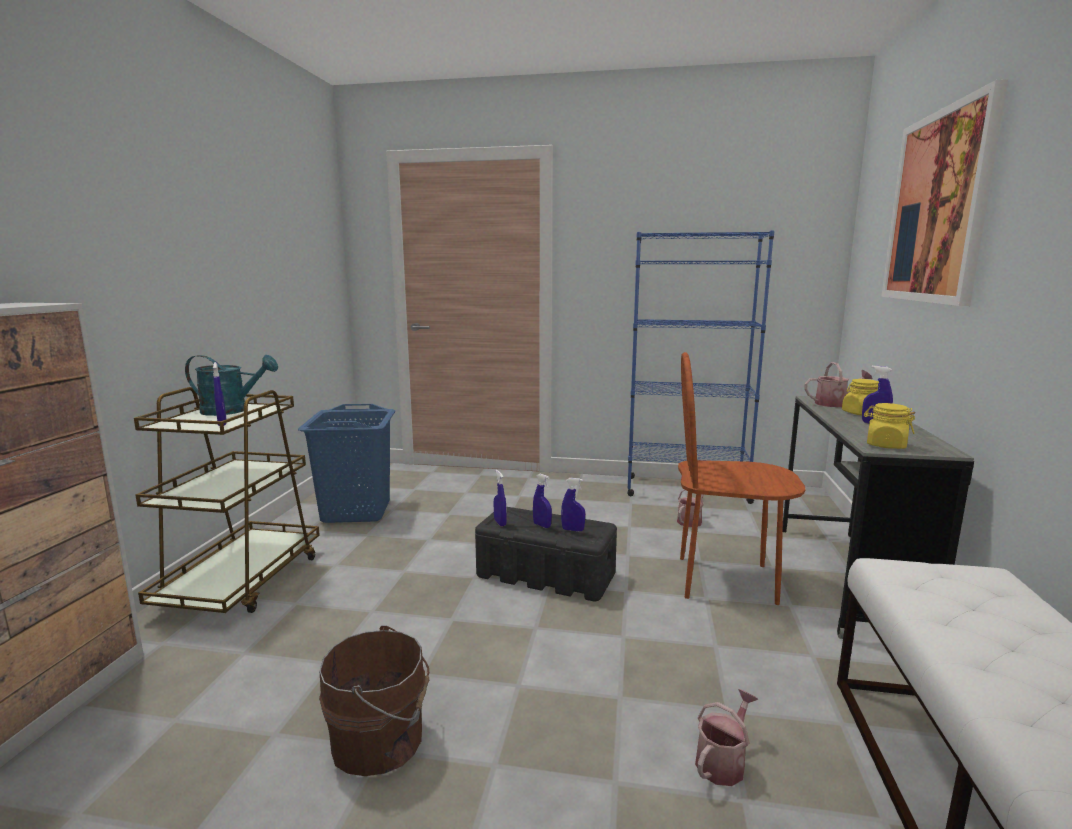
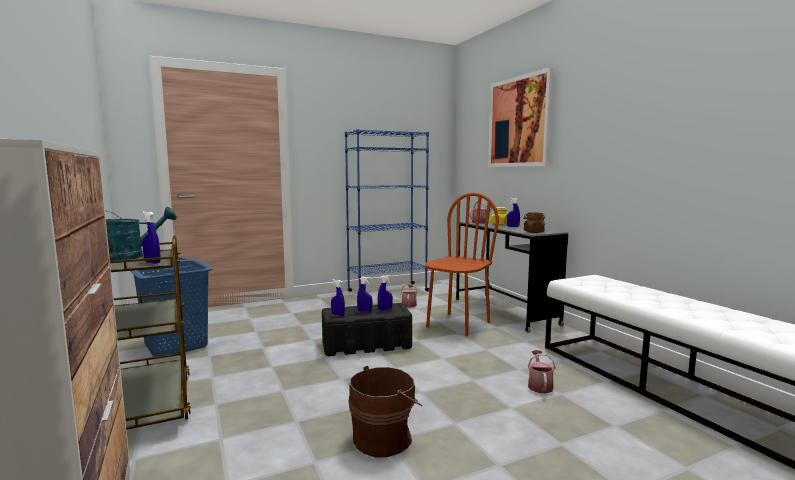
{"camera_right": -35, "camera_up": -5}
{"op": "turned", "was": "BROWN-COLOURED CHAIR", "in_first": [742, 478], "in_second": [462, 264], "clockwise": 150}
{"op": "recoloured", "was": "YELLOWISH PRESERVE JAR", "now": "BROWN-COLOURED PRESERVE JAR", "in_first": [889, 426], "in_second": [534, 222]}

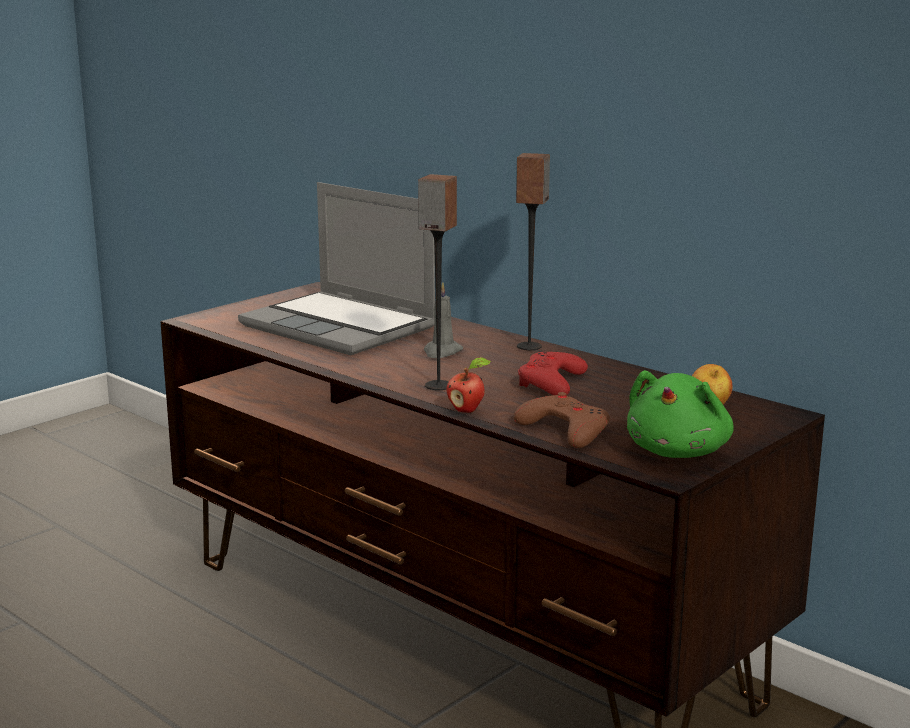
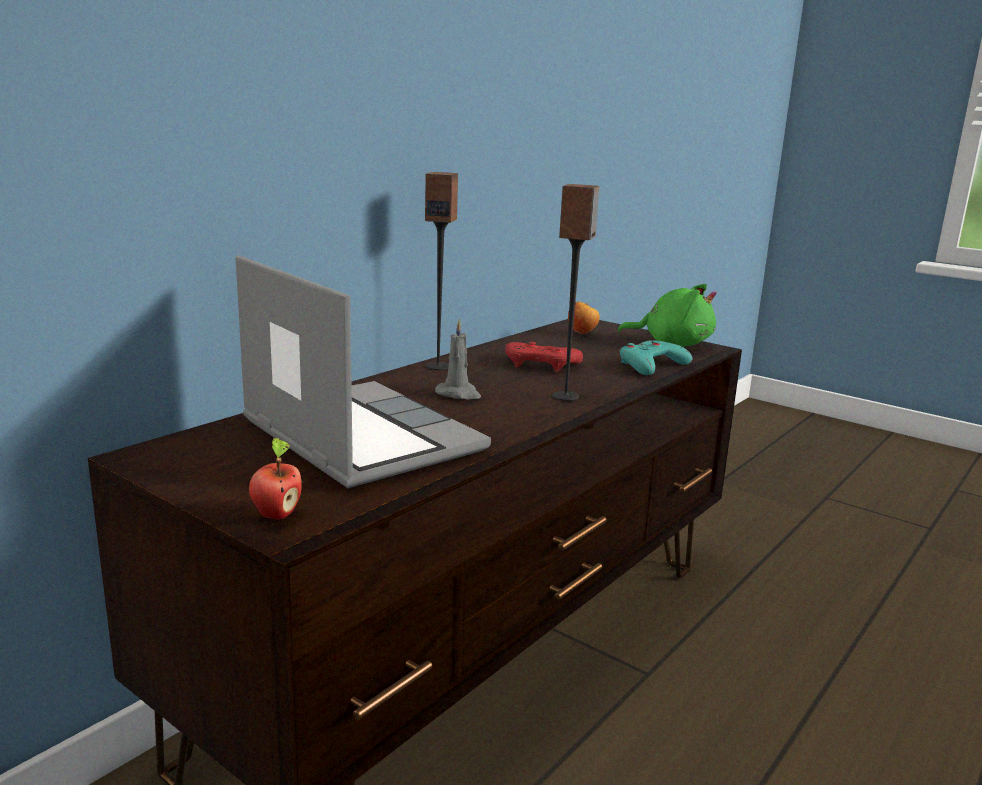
{"camera_right": -95, "camera_up": 0}
{"op": "turned", "was": "PORTABLE COMPUTER", "in_first": [336, 269], "in_second": [363, 372], "clockwise": -75}
{"op": "moved", "was": "WHOLE APPLE", "in_first": [468, 385], "in_second": [275, 479]}
{"op": "recoloured", "was": "BROWN-COLOURED GAMEPAD", "now": "BLUE-GREEN GAMEPAD", "in_first": [562, 420], "in_second": [656, 357]}

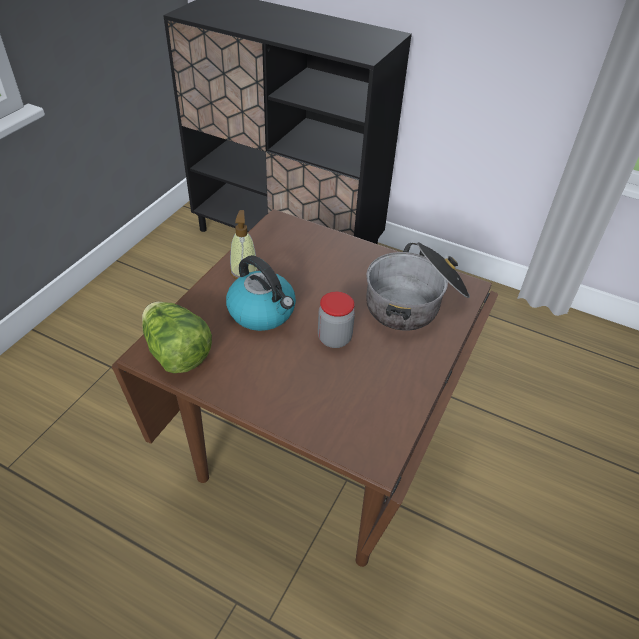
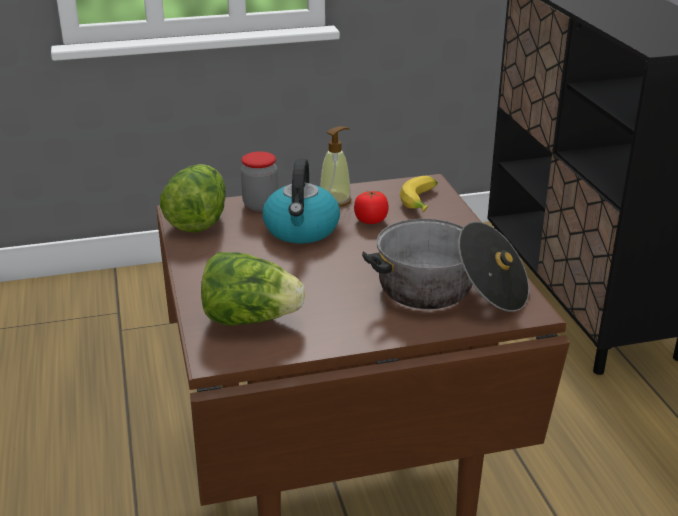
{"camera_right": 50, "camera_up": -15}
{"op": "moved", "was": "PRESERVE JAR", "in_first": [336, 320], "in_second": [259, 181]}
{"op": "added", "now": "BANANA FRUIT", "in_second": [419, 194]}
{"op": "added", "now": "TOMATO", "in_second": [371, 207]}
{"op": "added", "now": "LETTUCE", "in_second": [253, 288]}

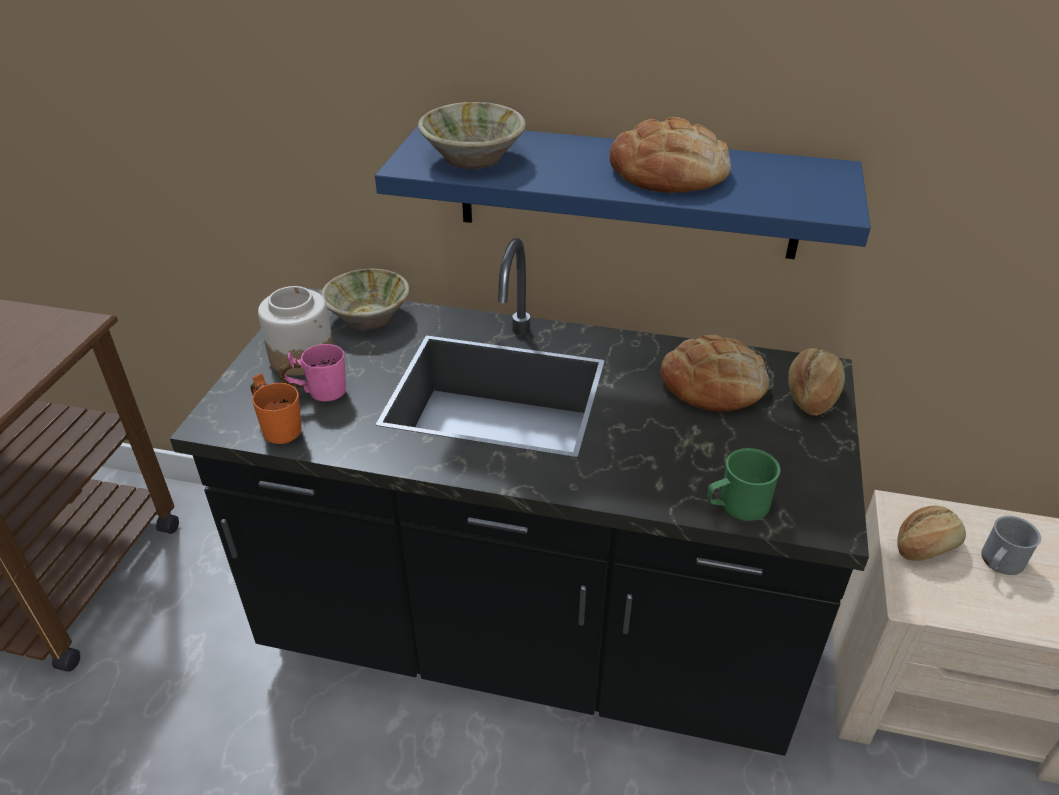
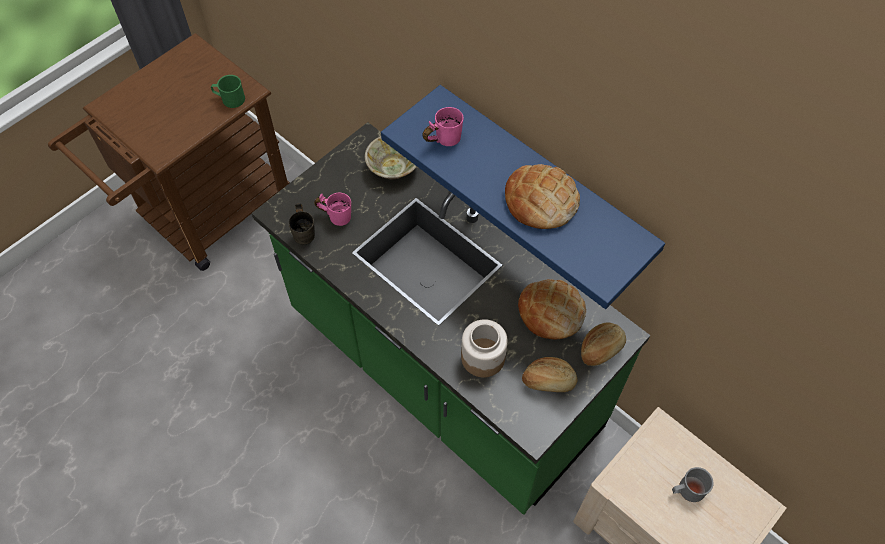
{"camera_right": 30, "camera_up": 20}
{"op": "replaced", "was": "BEIGE-COLOURED DEEP DISH", "now": "PINK-COLOURED TEA MUG", "in_first": [472, 135], "in_second": [443, 126]}
{"op": "recoloured", "was": "BLACKISH KITCHEN BASE UNIT", "now": "GREENISH KITCHEN BASE UNIT", "in_first": [519, 497], "in_second": [450, 318]}
{"op": "moved", "was": "PRESERVE JAR", "in_first": [295, 331], "in_second": [484, 348]}
{"op": "recoloured", "was": "ORANGEY TEA MUG", "now": "GREY TEA MUG", "in_first": [275, 408], "in_second": [302, 224]}
{"op": "moved", "was": "GREENISH TEA MUG", "in_first": [743, 484], "in_second": [228, 91]}
{"op": "moved", "was": "BAKED BREAD", "in_first": [931, 533], "in_second": [550, 374]}

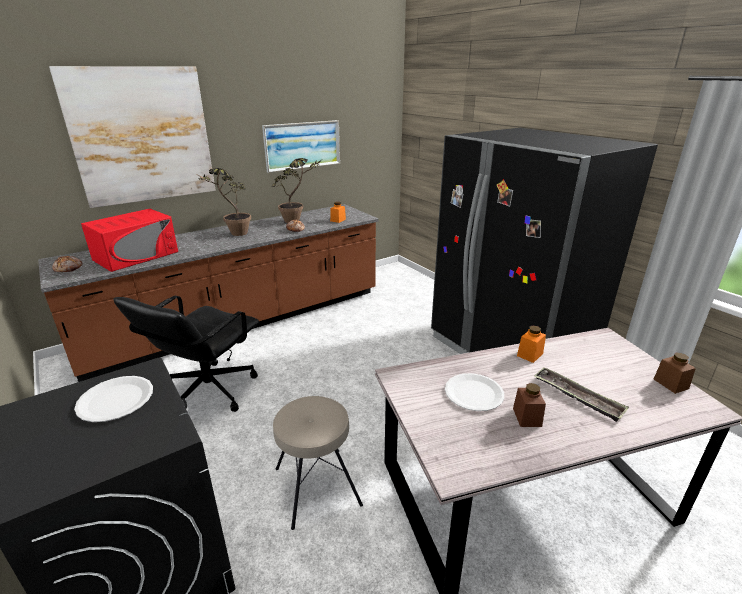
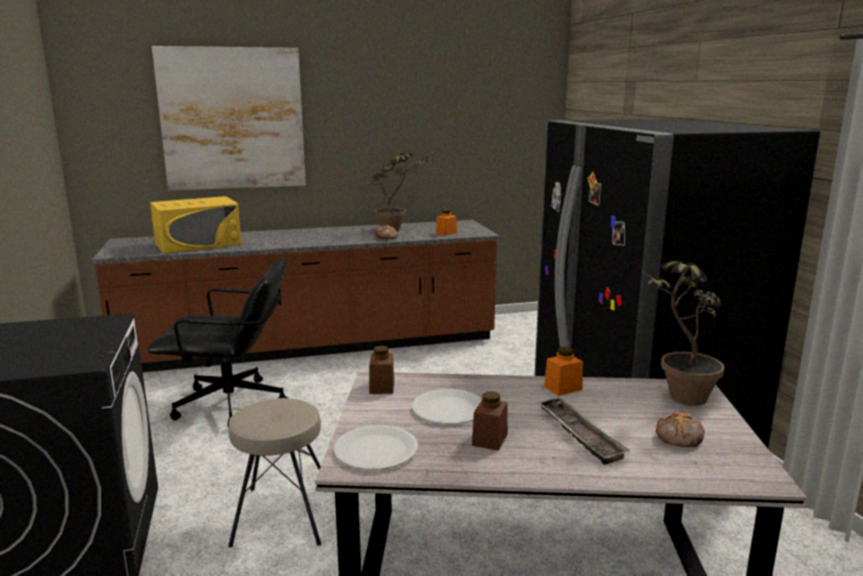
{"camera_right": 20, "camera_up": -10}
{"op": "removed", "was": "PICTURE", "in_first": [301, 146]}
{"op": "moved", "was": "HOUSEPLANT", "in_first": [223, 202], "in_second": [682, 333]}
{"op": "recoloured", "was": "REDDISH MICROWAVE", "now": "YELLOWISH MICROWAVE", "in_first": [129, 240], "in_second": [196, 225]}
{"op": "moved", "was": "BAKED BREAD", "in_first": [67, 264], "in_second": [680, 429]}
{"op": "turned", "was": "BLACKISH DESK CHAIR", "in_first": [186, 354], "in_second": [218, 343], "clockwise": -135}
{"op": "moved", "was": "BROWN-COLOURED PRESERVE JAR", "in_first": [675, 373], "in_second": [381, 370]}
{"op": "moved", "was": "WHITE-COLOURED FLAT DISH", "in_first": [113, 399], "in_second": [376, 447]}

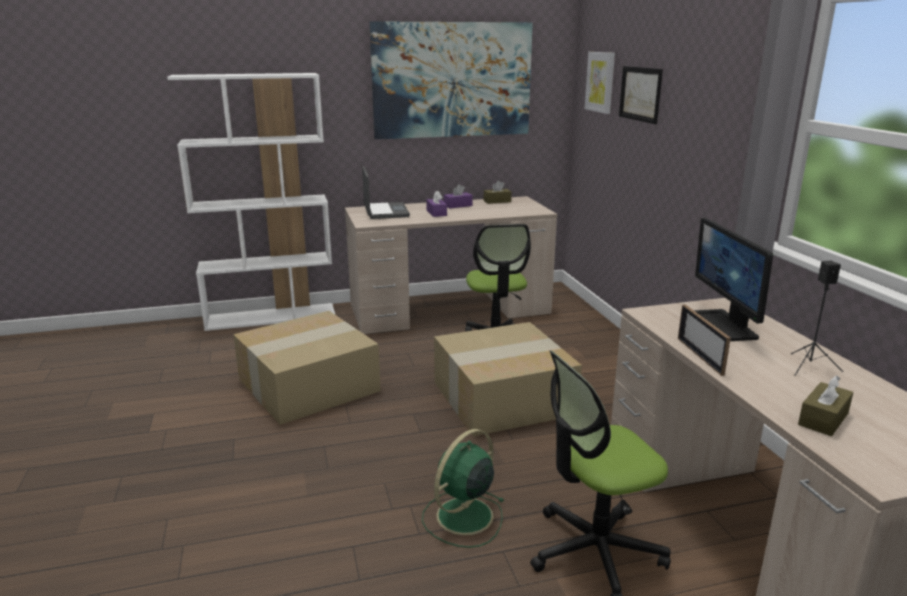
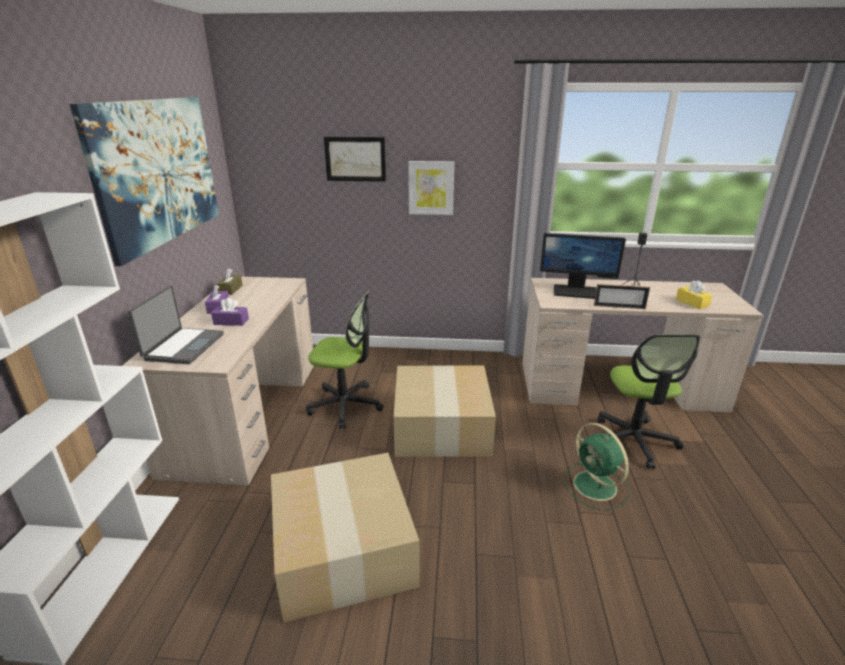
{"camera_right": -70, "camera_up": 5}
{"op": "moved", "was": "PICTURE", "in_first": [600, 83], "in_second": [431, 188]}
{"op": "turned", "was": "PORTABLE COMPUTER", "in_first": [386, 192], "in_second": [176, 325], "clockwise": 90}
{"op": "recoloured", "was": "BROWN-COLOURED BOX OF TISSUES", "now": "YELLOWISH BOX OF TISSUES", "in_first": [825, 406], "in_second": [694, 294]}

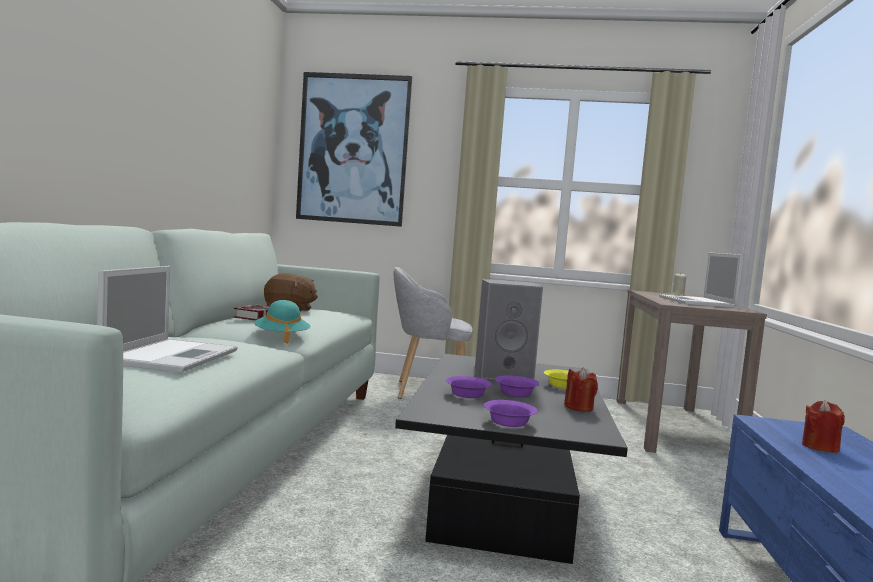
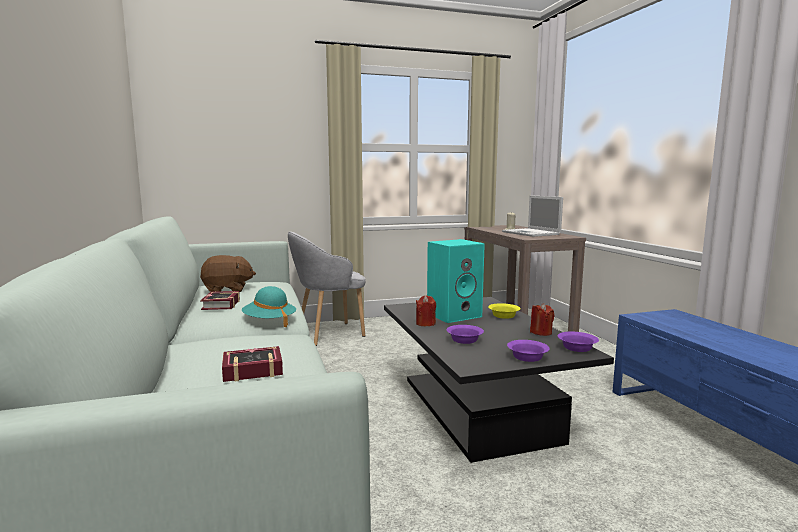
{"camera_right": -25, "camera_up": 5}
{"op": "removed", "was": "PICTURE", "in_first": [354, 149]}
{"op": "replaced", "was": "PORTABLE COMPUTER", "now": "BOUND BOOK", "in_first": [167, 319], "in_second": [252, 364]}
{"op": "recoloured", "was": "GREY SPEAKER", "now": "BLUE-GREEN SPEAKER", "in_first": [509, 329], "in_second": [456, 281]}
{"op": "moved", "was": "PURPLE DEEP DISH", "in_first": [517, 386], "in_second": [578, 342]}
{"op": "moved", "was": "REDDISH CANDLE", "in_first": [823, 426], "in_second": [426, 310]}

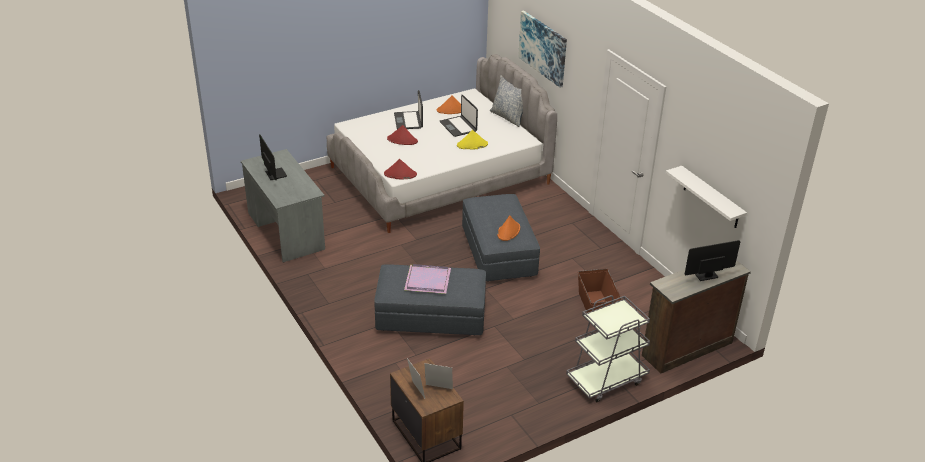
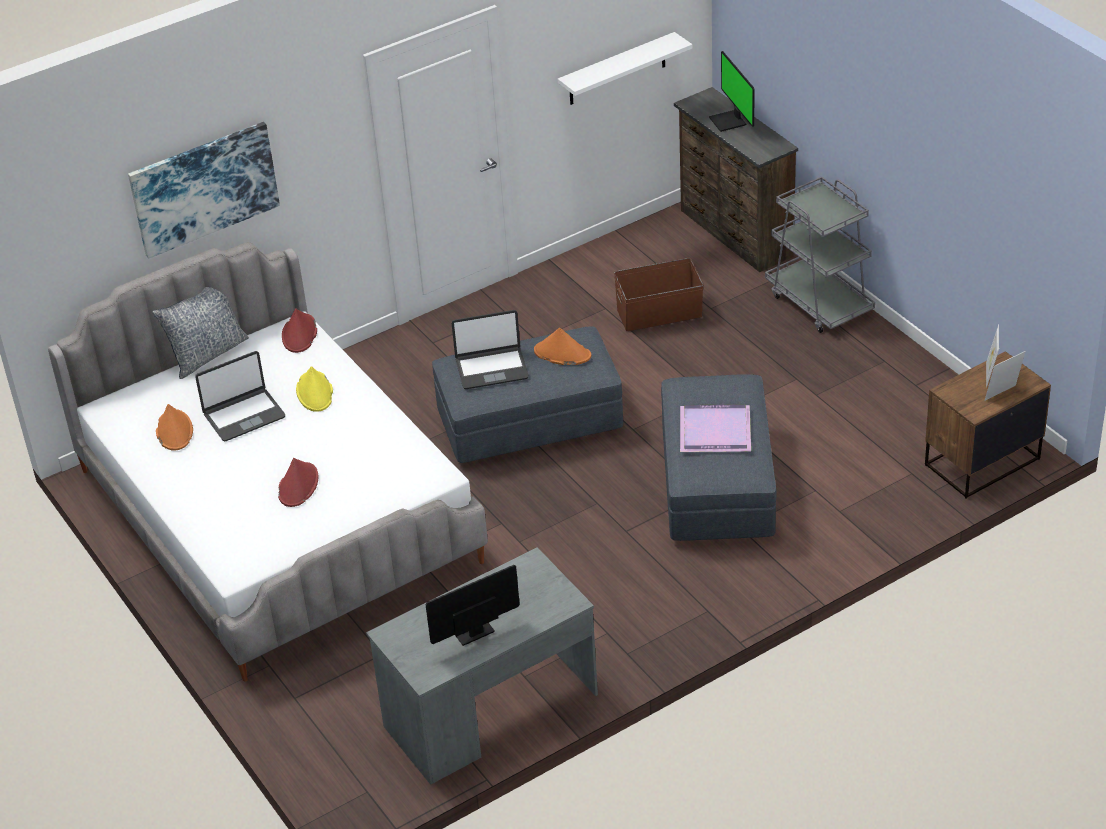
{"camera_right": -90, "camera_up": 5}
{"op": "moved", "was": "PORTABLE COMPUTER", "in_first": [408, 109], "in_second": [490, 349]}
{"op": "moved", "was": "REDDISH HAT", "in_first": [400, 169], "in_second": [299, 331]}

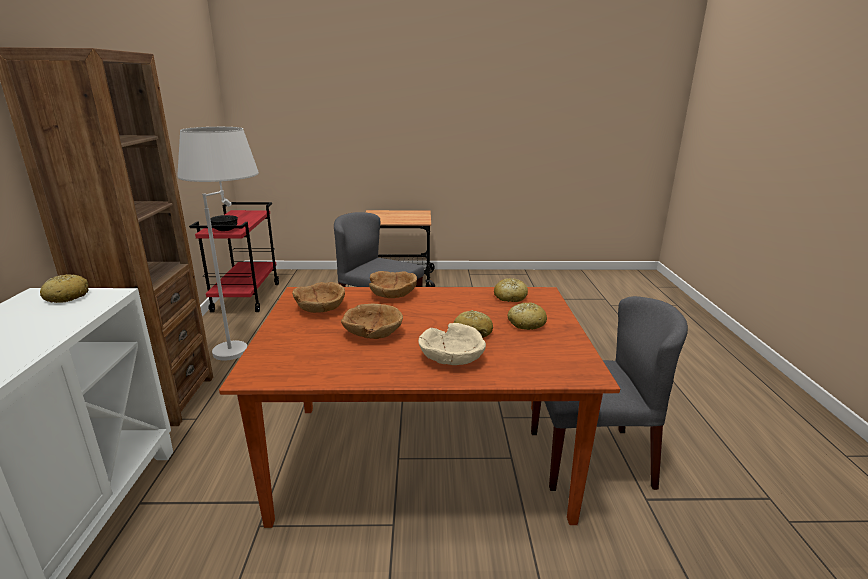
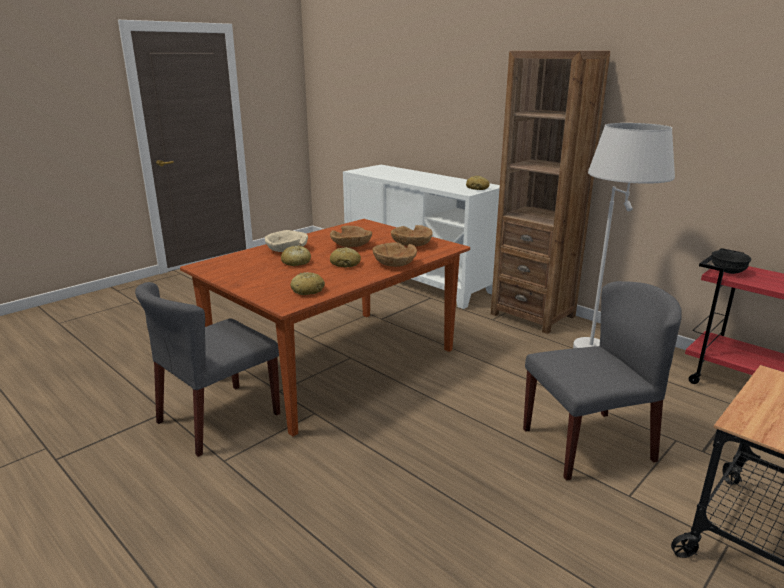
{"camera_right": 135, "camera_up": 0}
{"op": "moved", "was": "BAKED BREAD", "in_first": [527, 316], "in_second": [345, 257]}

